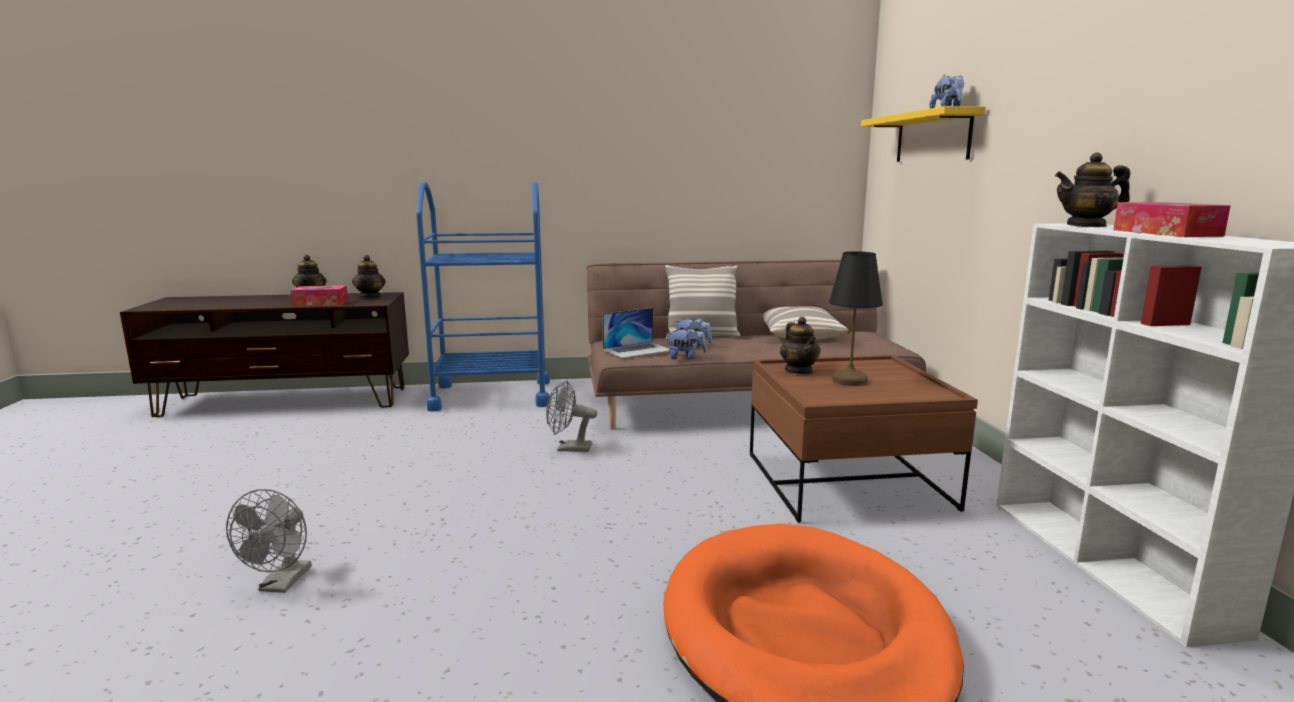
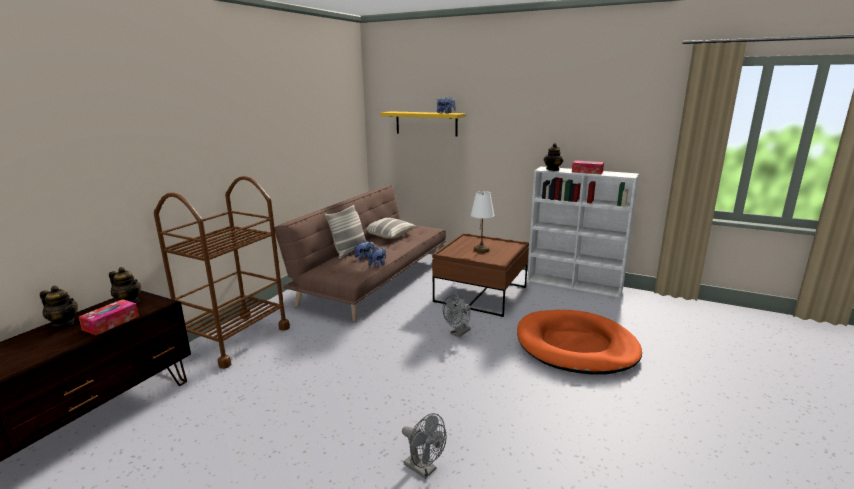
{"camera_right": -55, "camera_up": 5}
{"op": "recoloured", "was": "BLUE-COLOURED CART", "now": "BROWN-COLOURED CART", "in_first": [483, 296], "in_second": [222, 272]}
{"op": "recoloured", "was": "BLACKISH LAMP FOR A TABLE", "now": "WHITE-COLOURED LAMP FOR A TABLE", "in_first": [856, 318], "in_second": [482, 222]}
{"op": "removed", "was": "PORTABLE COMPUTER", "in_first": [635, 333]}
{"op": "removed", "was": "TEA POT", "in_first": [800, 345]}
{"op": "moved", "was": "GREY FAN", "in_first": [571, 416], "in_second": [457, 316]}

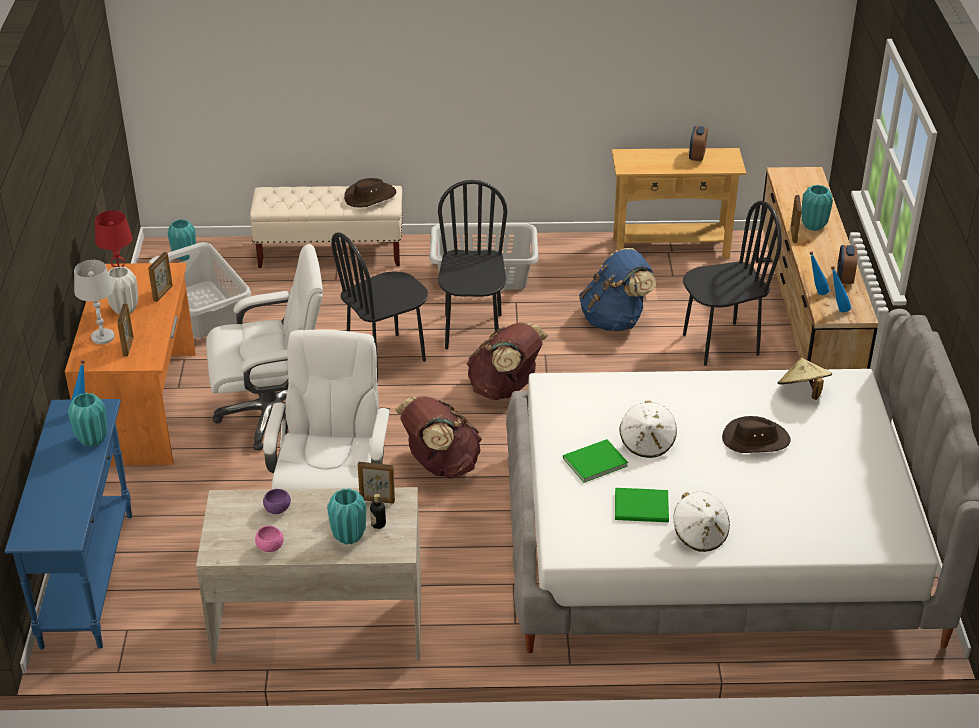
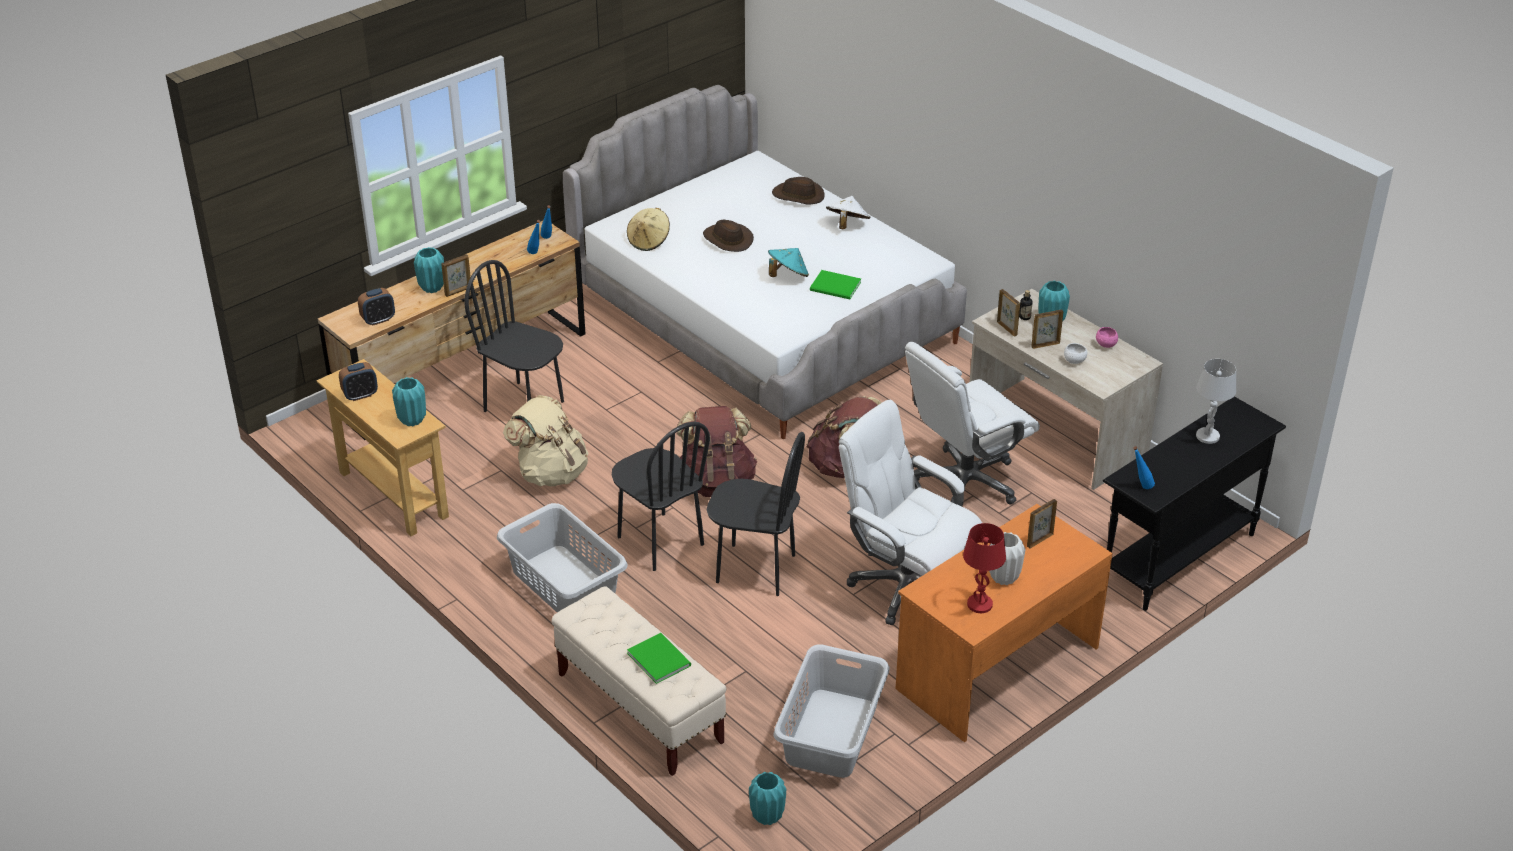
{"camera_right": -130, "camera_up": 0}
{"op": "moved", "was": "BROWN-COLOURED HAT", "in_first": [370, 192], "in_second": [798, 191]}
{"op": "turned", "was": "BLACKISH CHAIR", "in_first": [472, 264], "in_second": [661, 496], "clockwise": -90}
{"op": "moved", "was": "BEDSIDE CLOCK", "in_first": [847, 264], "in_second": [376, 307]}
{"op": "recoloured", "was": "BLUE-COLOURED KNAPSACK", "now": "BEIGE-COLOURED KNAPSACK", "in_first": [617, 289], "in_second": [546, 441]}
{"op": "moved", "was": "PICTURE FRAME", "in_first": [160, 277], "in_second": [1047, 329]}
{"op": "moved", "was": "WHITE-COLOURED LAMP FOR A TABLE", "in_first": [94, 302], "in_second": [1216, 401]}
{"op": "moved", "was": "BLUE-GREEN FLOWER VASE", "in_first": [88, 420], "in_second": [409, 401]}
{"op": "recoloured", "was": "BLUE-COLOURED CONSOLE TABLE", "now": "BLACKISH CONSOLE TABLE", "in_first": [68, 524], "in_second": [1194, 504]}
{"op": "recoloured", "was": "WHITE-COLOURED HAT", "now": "BLUE-GREEN HAT", "in_first": [648, 429], "in_second": [788, 262]}
{"op": "moved", "was": "GREENISH BOUND BOOK", "in_first": [642, 505], "in_second": [659, 658]}
{"op": "recoloured", "was": "PURPLE DEEP DISH", "now": "WHITE-COLOURED DEEP DISH", "in_first": [277, 501], "in_second": [1075, 353]}

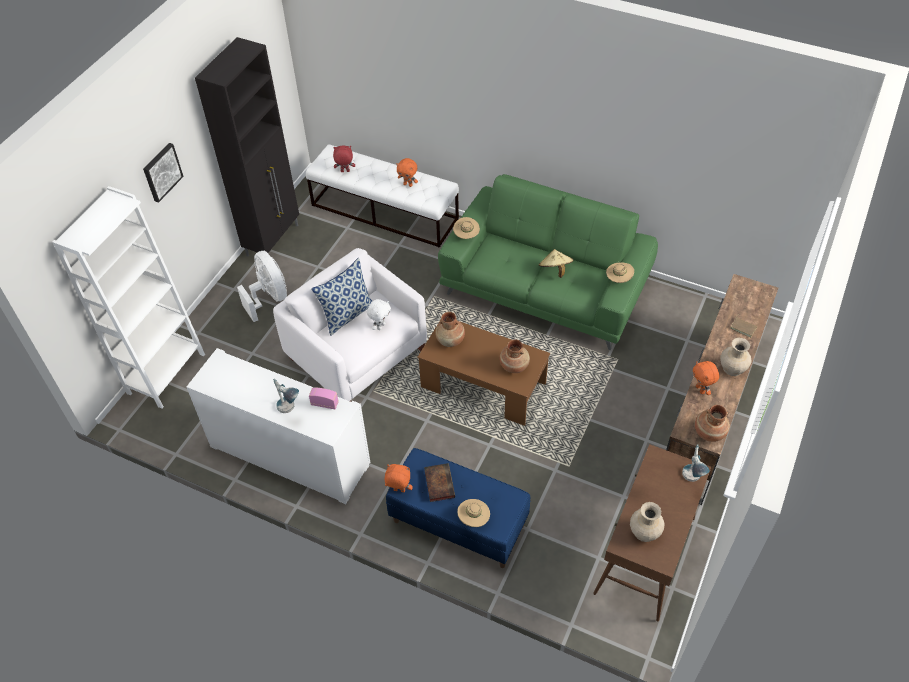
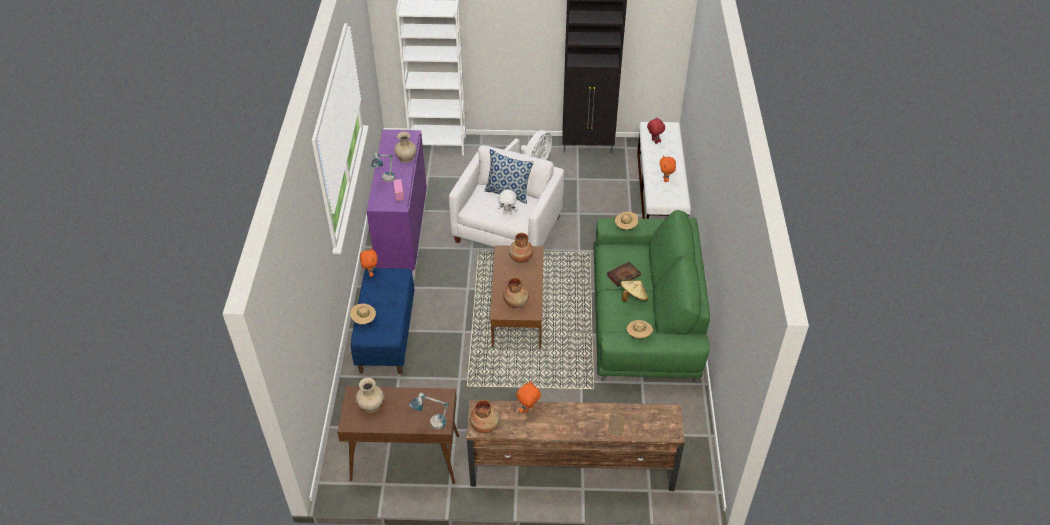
{"camera_right": 65, "camera_up": -5}
{"op": "removed", "was": "PICTURE", "in_first": [163, 173]}
{"op": "moved", "was": "BEIGE-COLOURED FLOWER VASE", "in_first": [736, 357], "in_second": [405, 147]}
{"op": "recoloured", "was": "WHITE-COLOURED CUPBOARD", "now": "PURPLE CUPBOARD", "in_first": [278, 426], "in_second": [396, 200]}
{"op": "moved", "was": "BOUND BOOK", "in_first": [439, 482], "in_second": [624, 274]}

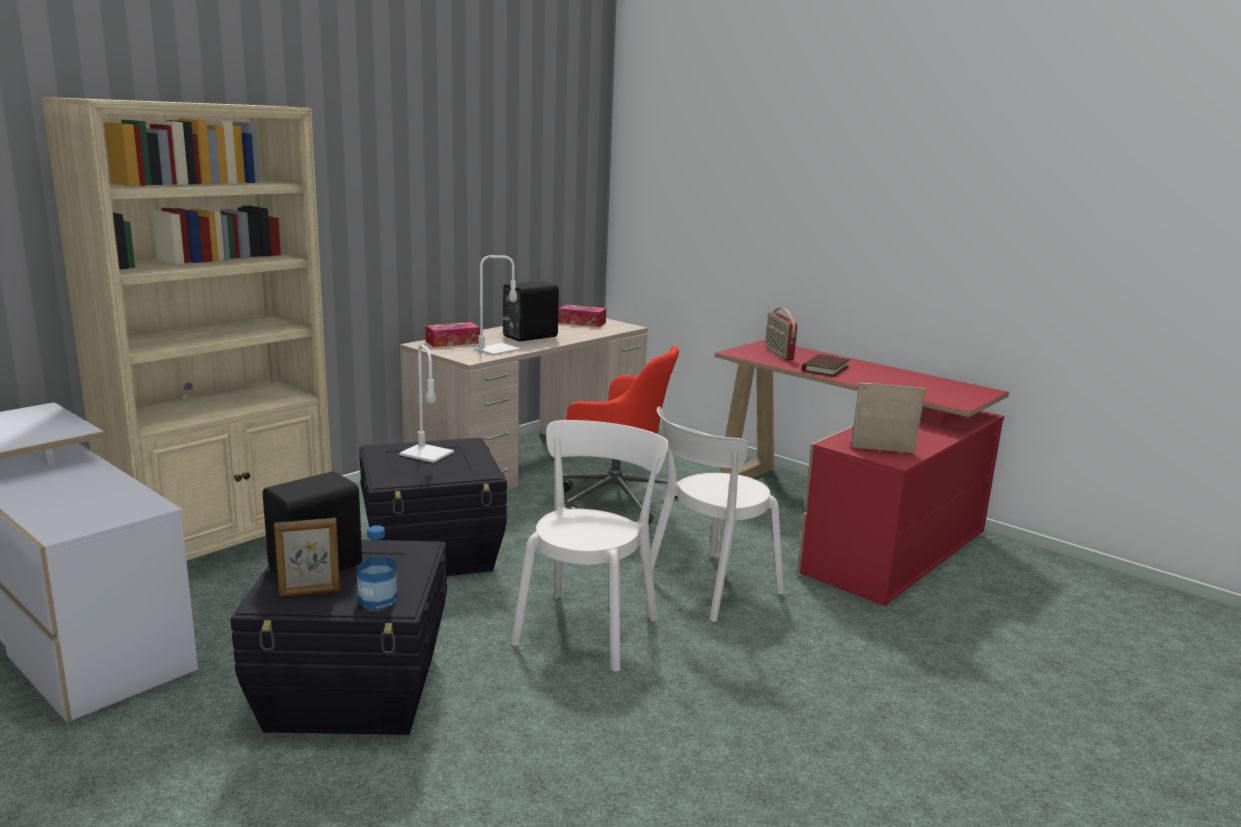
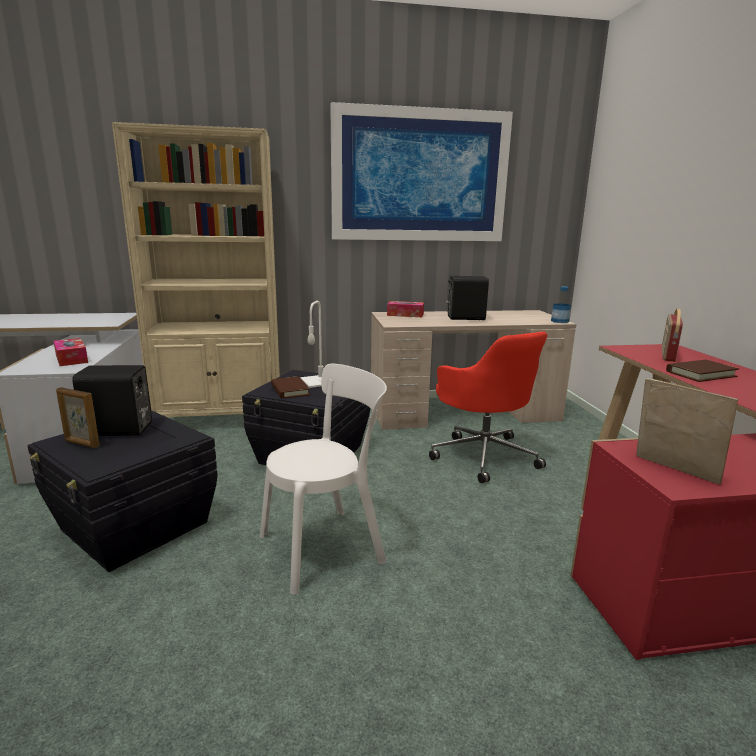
{"camera_right": 40, "camera_up": 0}
{"op": "removed", "was": "WHITE-COLOURED LAMP FOR A TABLE", "in_first": [497, 305]}
{"op": "moved", "was": "BOX OF TISSUES", "in_first": [582, 315], "in_second": [70, 352]}
{"op": "removed", "was": "WHITE-COLOURED CHAIR", "in_first": [717, 514]}
{"op": "moved", "was": "BEVERAGE BOTTLE", "in_first": [377, 567], "in_second": [561, 304]}
{"op": "added", "now": "PICTURE", "in_second": [421, 171]}
{"op": "added", "now": "BROWN-COLOURED BOUND BOOK", "in_second": [290, 387]}

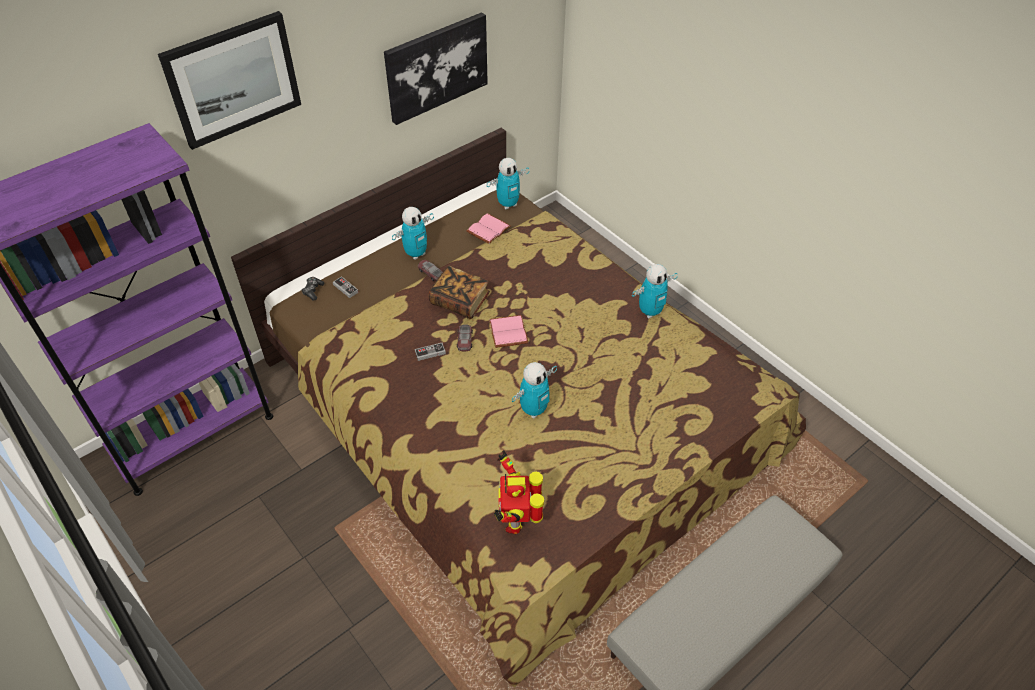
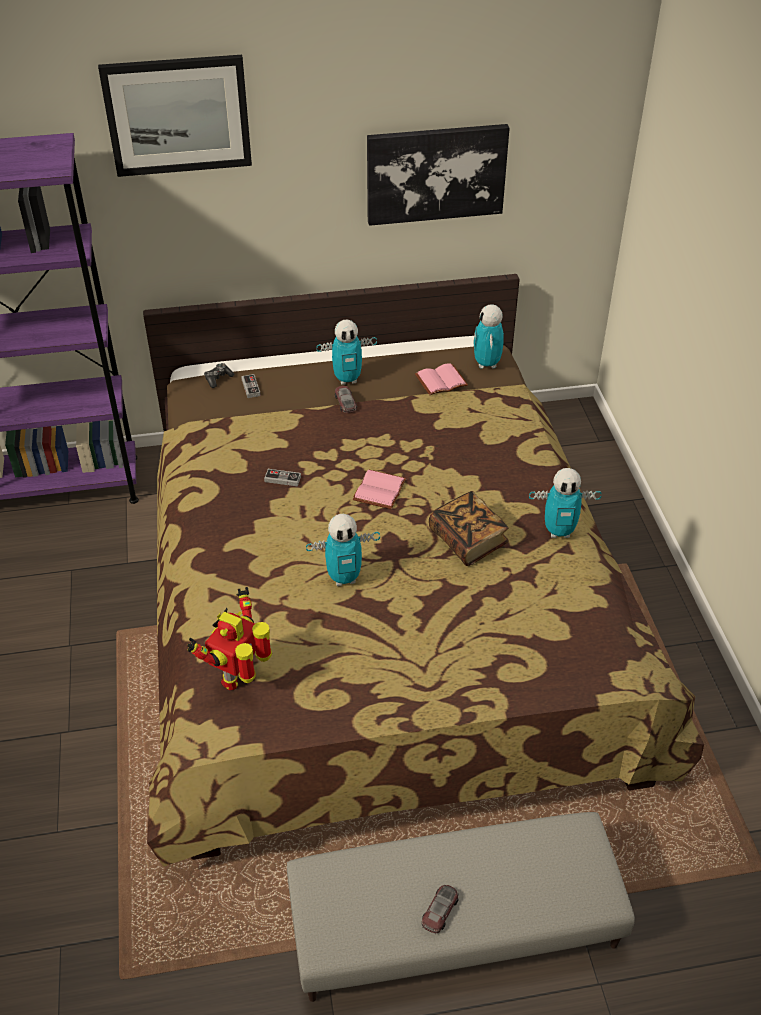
{"camera_right": 30, "camera_up": -5}
{"op": "turned", "was": "ROBOT FIGURE", "in_first": [508, 183], "in_second": [488, 336], "clockwise": 90}
{"op": "moved", "was": "BOUND BOOK", "in_first": [459, 292], "in_second": [469, 528]}
{"op": "moved", "was": "MINIATURE CAR", "in_first": [465, 338], "in_second": [440, 909]}

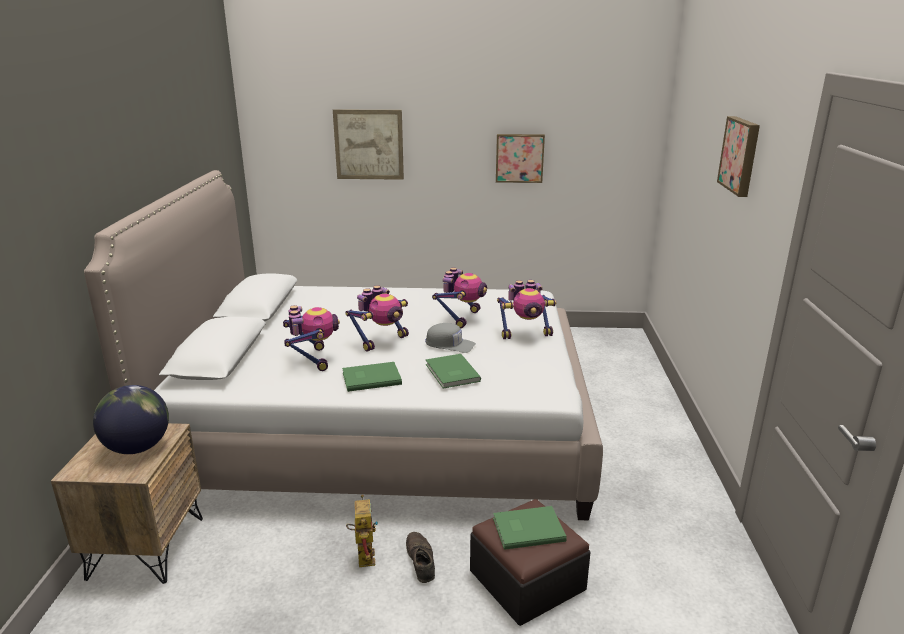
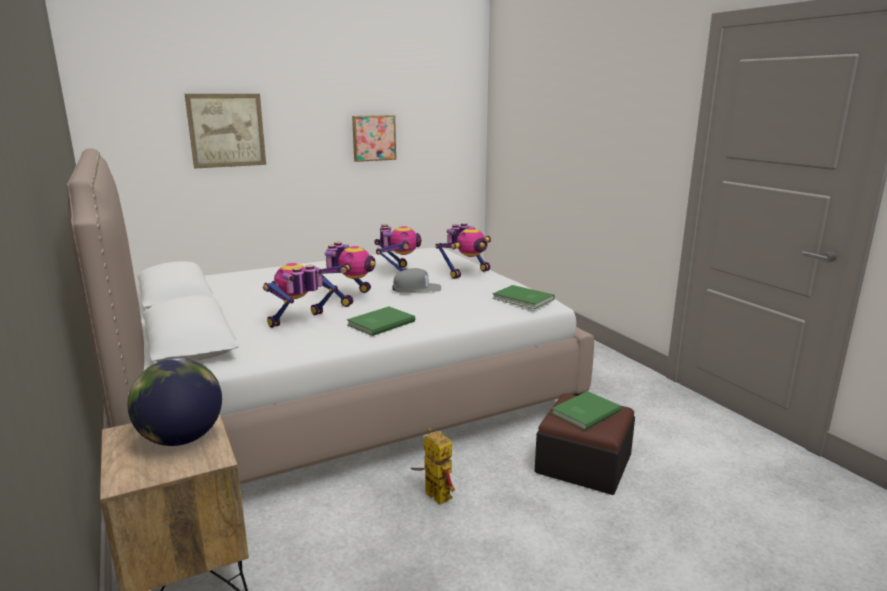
{"camera_right": -30, "camera_up": -5}
{"op": "removed", "was": "PICTURE", "in_first": [738, 156]}
{"op": "turned", "was": "ROBOT FIGURE", "in_first": [311, 338], "in_second": [300, 295], "clockwise": -90}
{"op": "moved", "was": "GREENISH BOUND BOOK", "in_first": [453, 371], "in_second": [523, 297]}
{"op": "removed", "was": "BROWN-COLOURED SHOE", "in_first": [420, 557]}

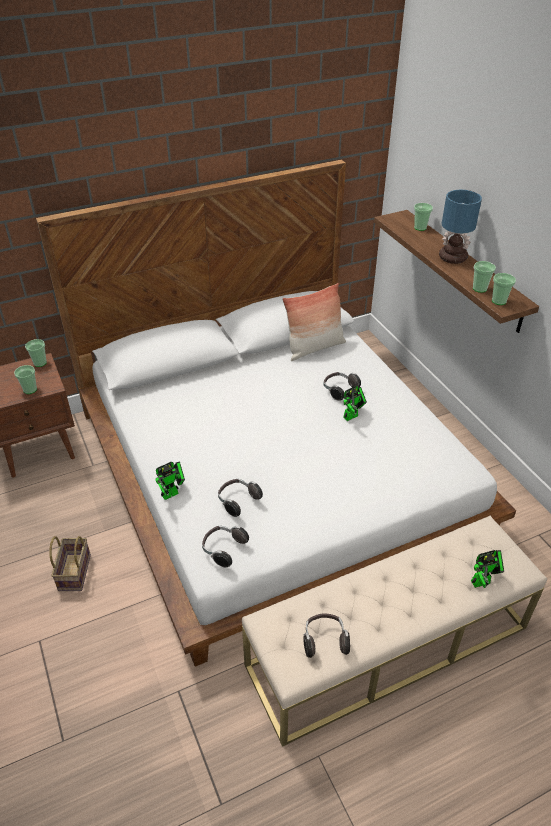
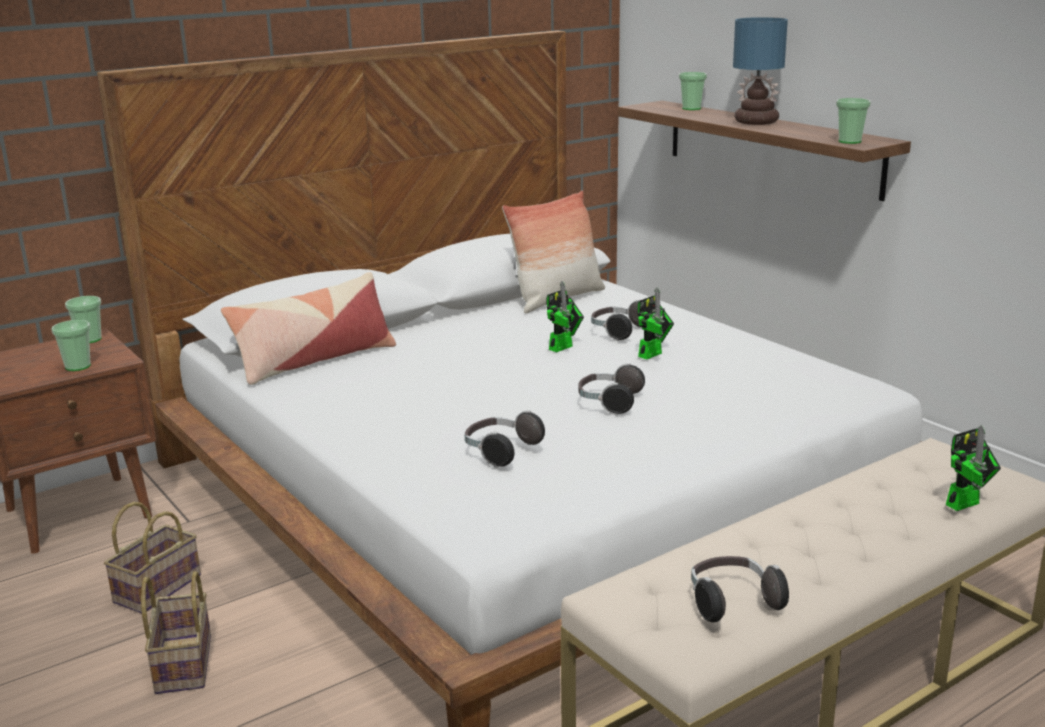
{"camera_right": -10, "camera_up": -20}
{"op": "removed", "was": "SMALL CUP", "in_first": [484, 277]}
{"op": "moved", "was": "ROBOT FIGURE", "in_first": [170, 481], "in_second": [565, 316]}
{"op": "moved", "was": "HEADPHONES", "in_first": [225, 546], "in_second": [612, 389]}
{"op": "added", "now": "PILLOW", "in_second": [308, 328]}
{"op": "added", "now": "STORAGE BASKET", "in_second": [152, 558]}

